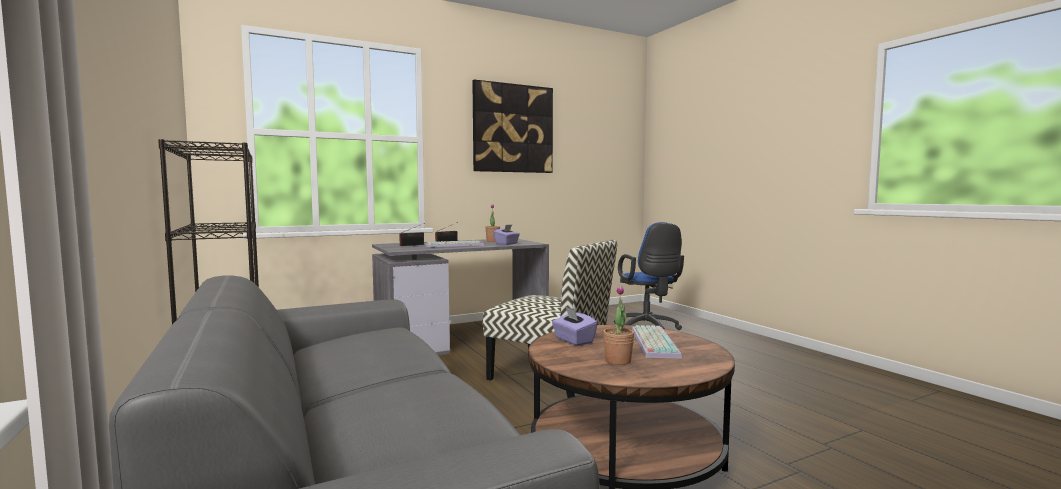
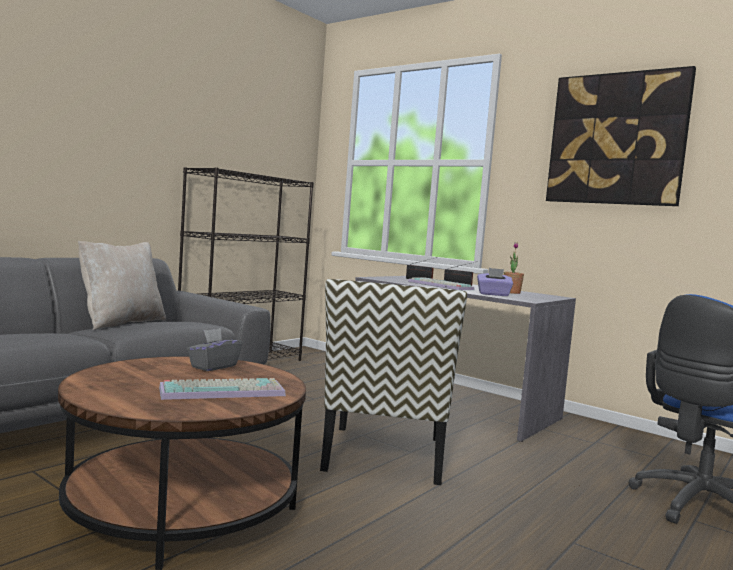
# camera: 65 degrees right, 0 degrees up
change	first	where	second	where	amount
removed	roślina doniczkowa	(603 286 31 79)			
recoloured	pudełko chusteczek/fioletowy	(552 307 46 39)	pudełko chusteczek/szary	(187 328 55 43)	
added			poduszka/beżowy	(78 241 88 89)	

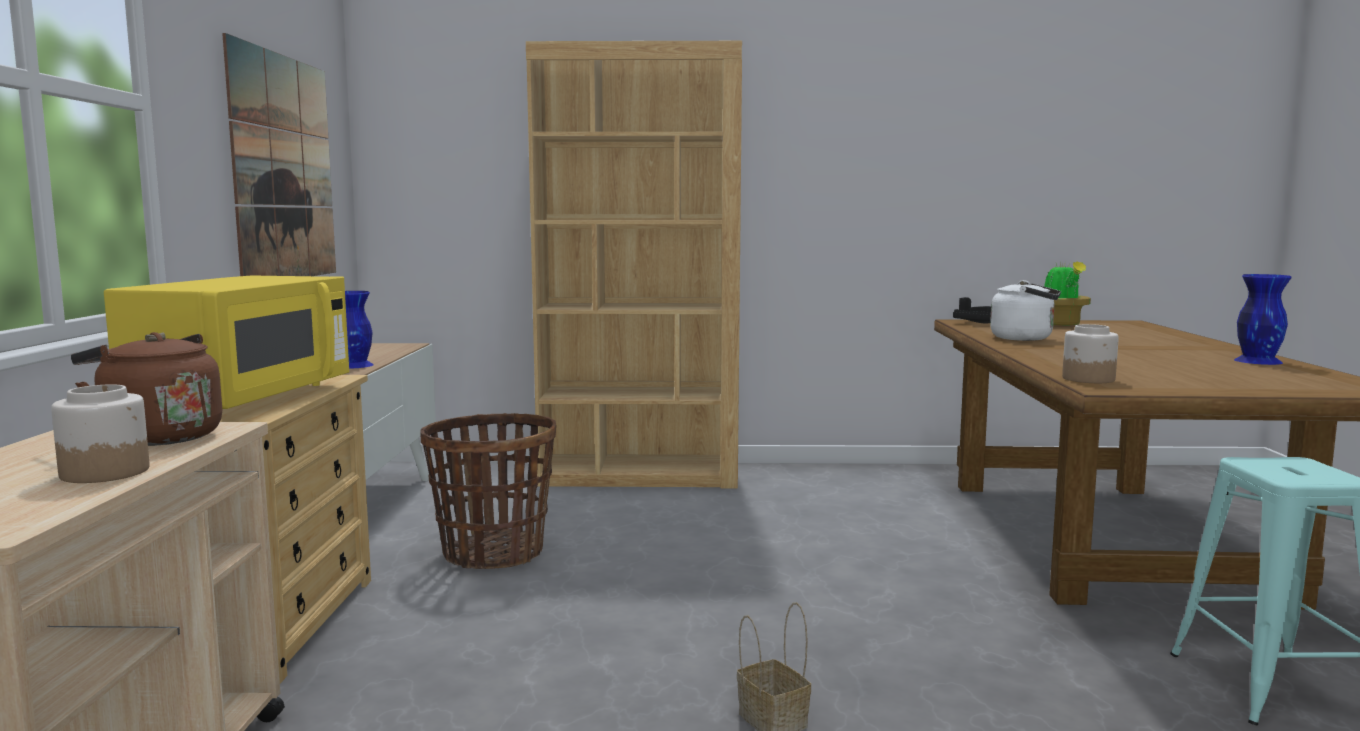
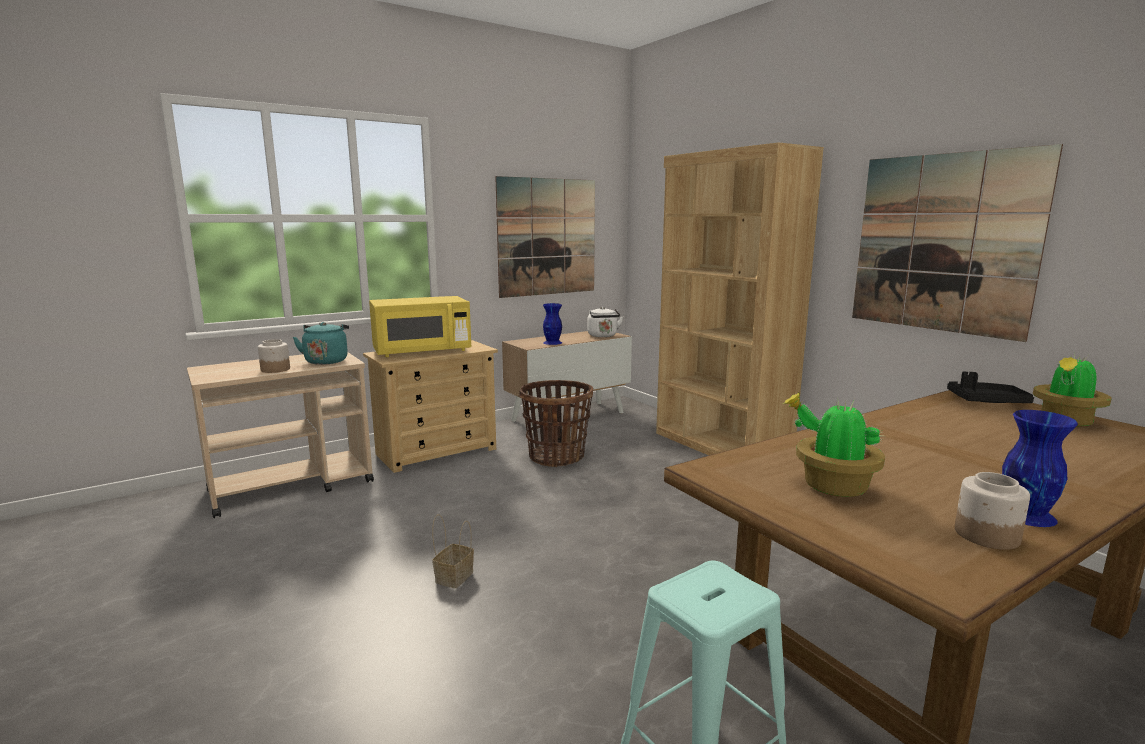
# camera: 55 degrees right, 5 degrees up
change	first	where	second	where	amount
moved	czajnik/biały	(990 280 71 61)		(587 307 36 30)	
moved	słoik	(1062 324 57 59)		(955 472 75 78)	
recoloured	czajnik/brązowy	(71 332 151 114)	czajnik/turkusowy	(293 322 56 43)	
added			obraz	(852 144 211 198)	
added			roślina doniczkowa	(782 392 103 105)	

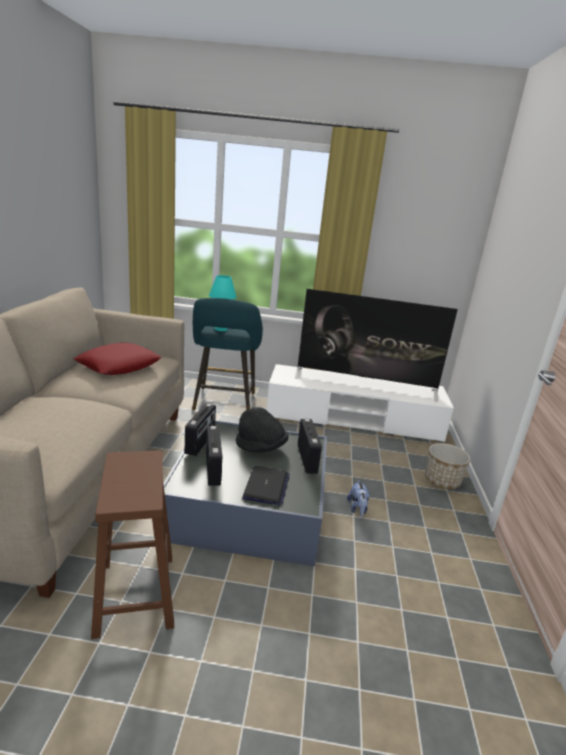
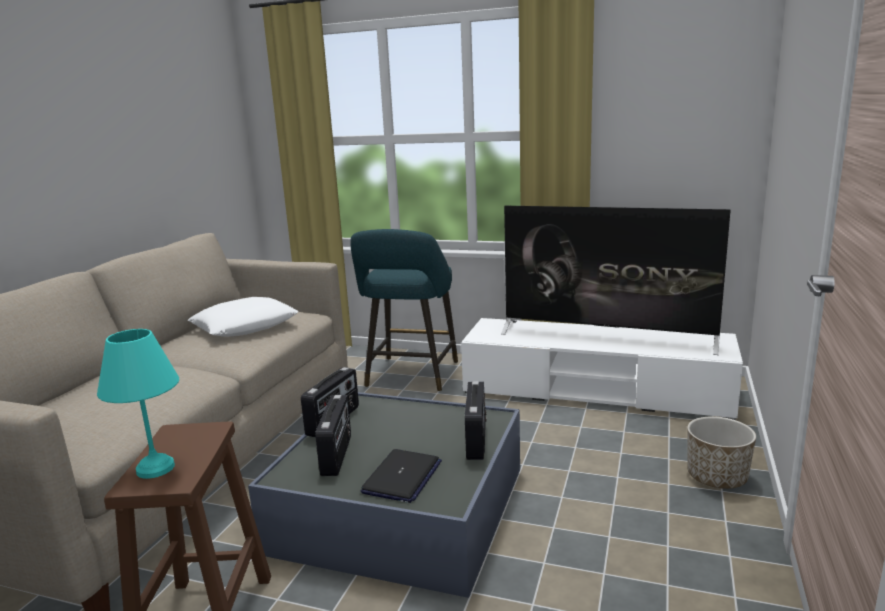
# camera: 15 degrees right, 5 degrees down
change	first	where	second	where	amount
moved	lampa stołowa/turkusowy	(209 275 28 56)		(97 329 82 150)	
recoloured	poduszka/czerwony	(74 343 88 32)	poduszka/biały	(188 297 110 40)	
removed	kapelusz/czarny	(236 407 52 46)			
removed	pluszak	(347 480 23 37)			

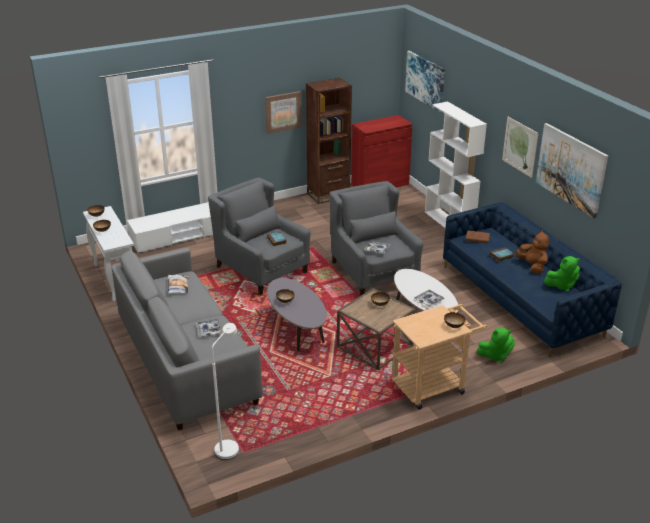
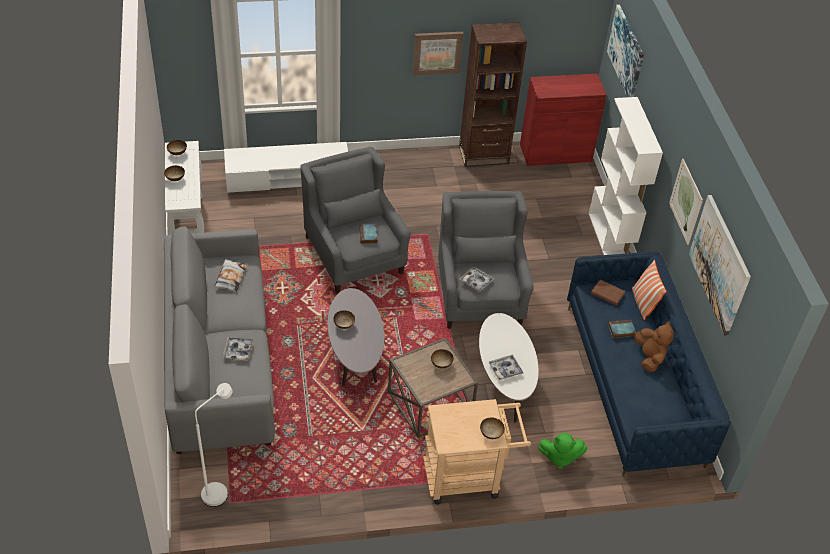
# camera: 15 degrees right, 15 degrees up
change	first	where	second	where	amount
removed	pluszak/zielony	(544 256 36 36)			
added			poduszka	(632 260 35 60)	

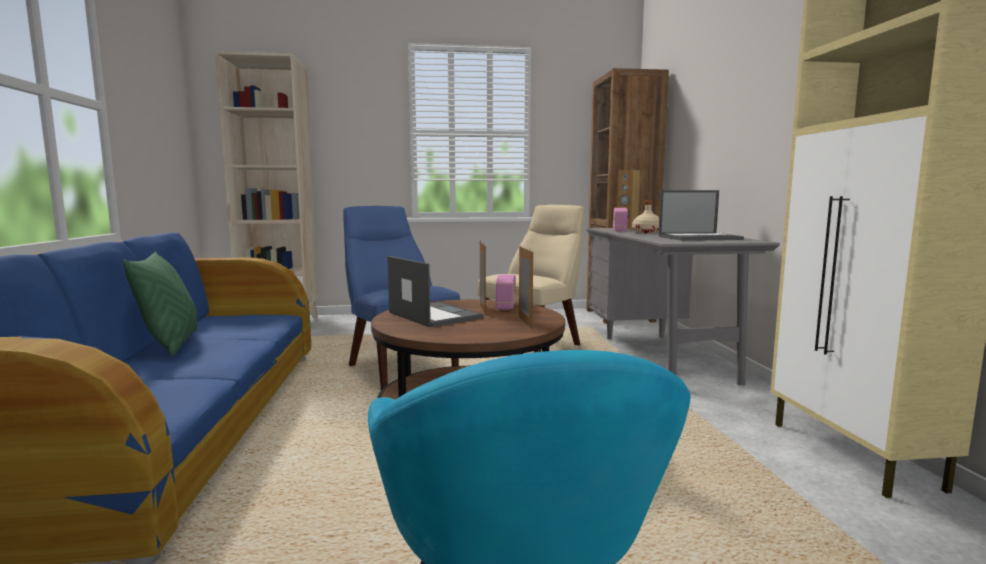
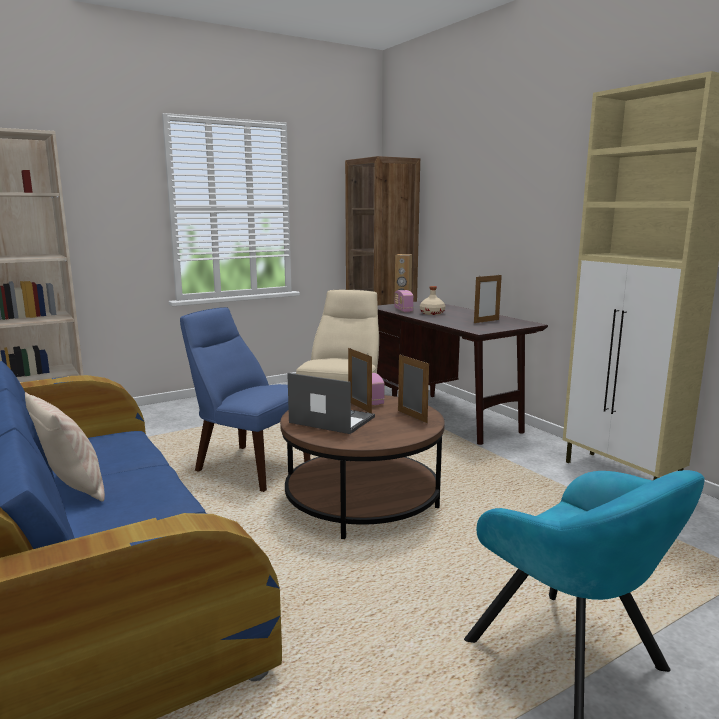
# camera: 25 degrees left, 5 degrees up
change	first	where	second	where	amount
replaced	laptop	(658 190 86 51)	ramka na zdjęcie	(474 275 28 48)	
recoloured	biurko/szary	(587 228 193 157)	biurko/brązowy	(377 301 171 144)	
recoloured	poduszka/zielony	(123 251 75 106)	poduszka/beżowy	(25 392 80 109)	

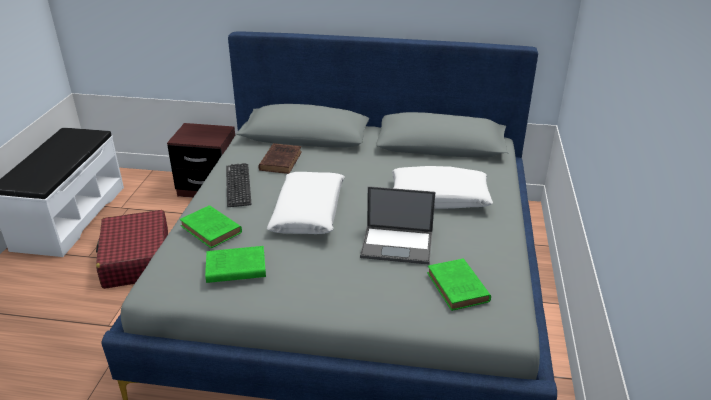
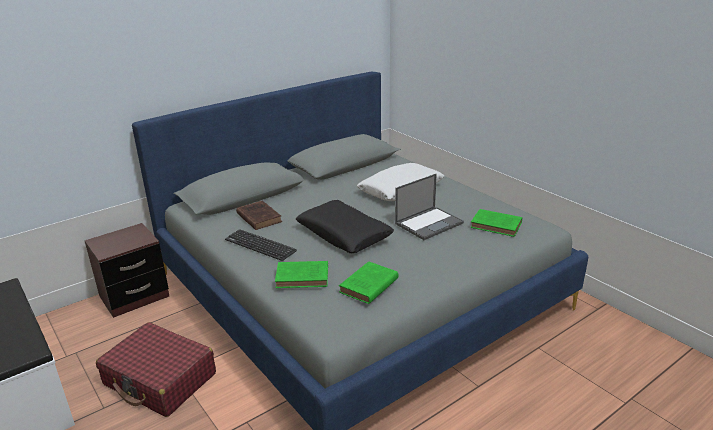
# camera: 45 degrees left, 5 degrees down
change	first	where	second	where	amount
recoloured	poduszka/biały	(266 172 78 62)	poduszka/czarny	(296 200 98 53)	

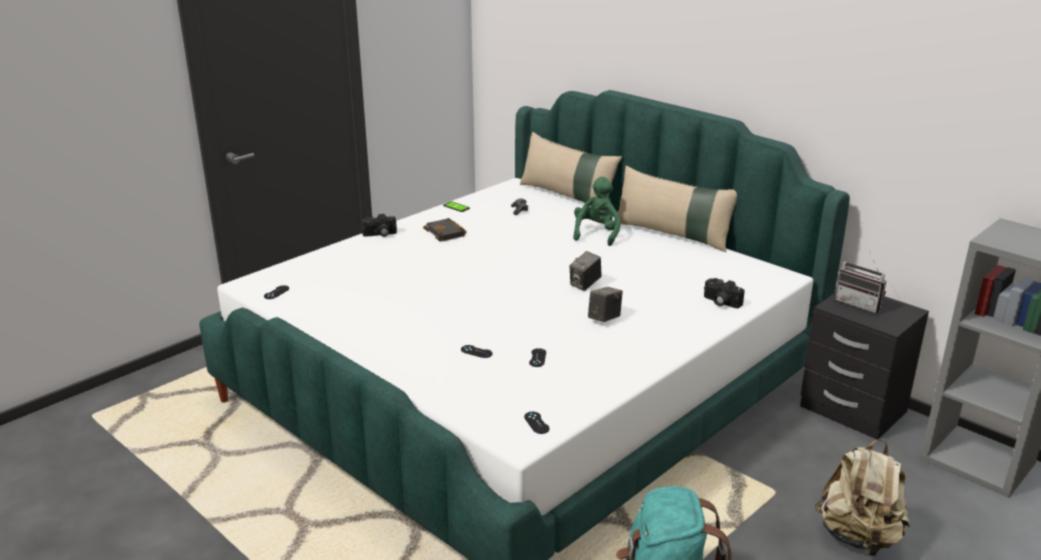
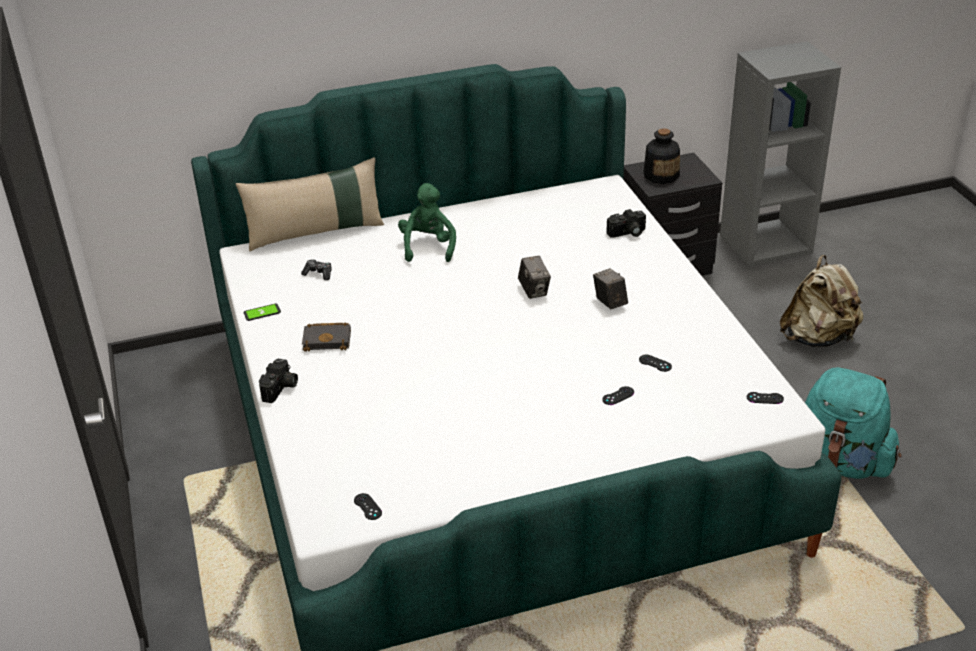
# camera: 60 degrees left, 10 degrees up
change	first	where	second	where	amount
removed	poduszka/beżowy	(618 166 119 86)			
turned	pluszak/zielony	(573 177 48 69)		(398 183 58 79)	45 degrees clockwise
replaced	radio	(835 251 51 63)	butelka	(643 128 37 56)	

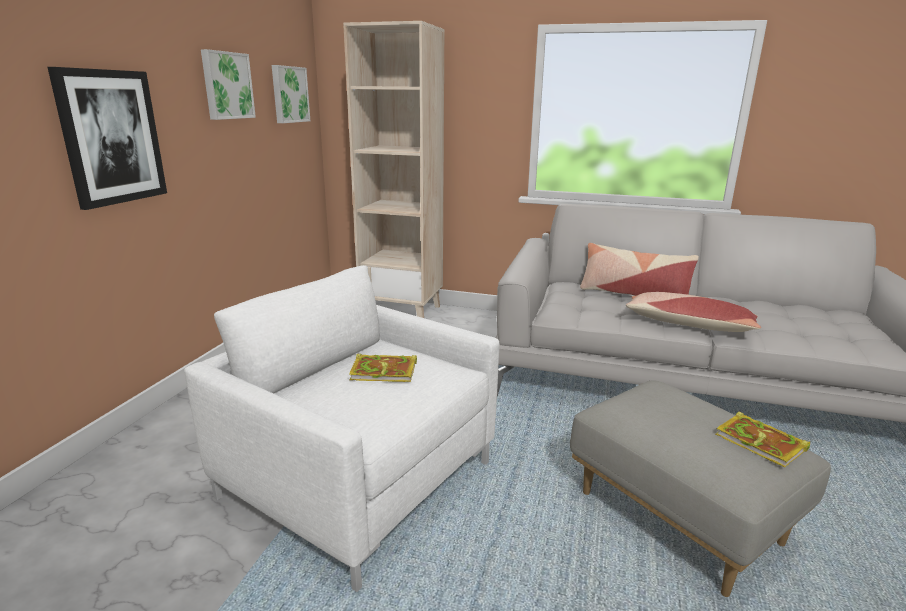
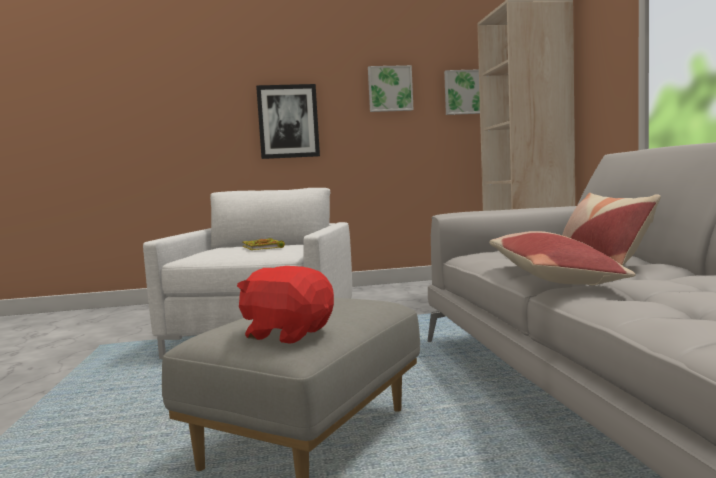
# camera: 65 degrees right, 15 degrees down
change	first	where	second	where	amount
replaced	książka	(716 412 94 55)	pluszak/czerwony	(237 266 97 78)	

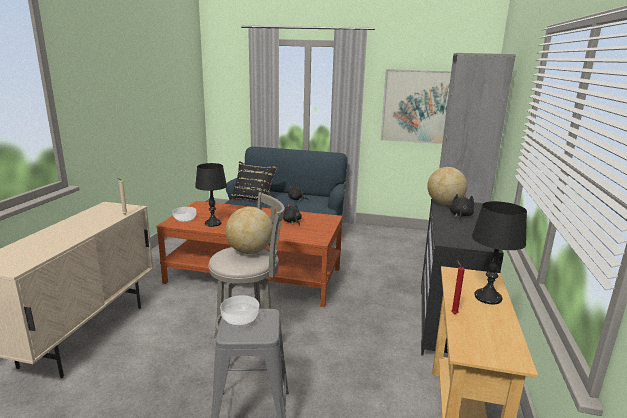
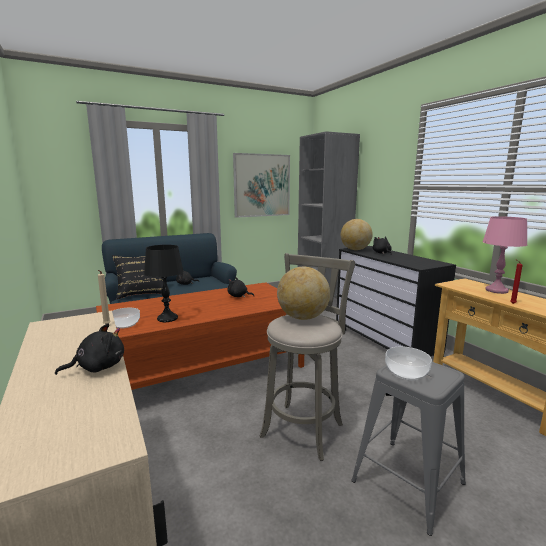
# camera: 40 degrees left, 5 degrees down
change	first	where	second	where	amount
recoloured	lampa stołowa/czarny	(472 201 55 103)	lampa stołowa/różowy	(482 216 45 78)	
added			pluszak/czarny	(55 324 69 51)	

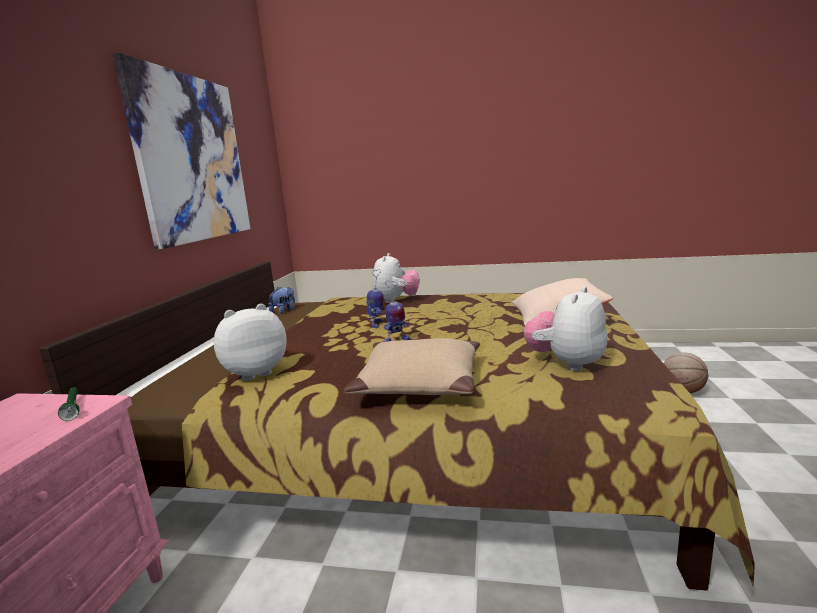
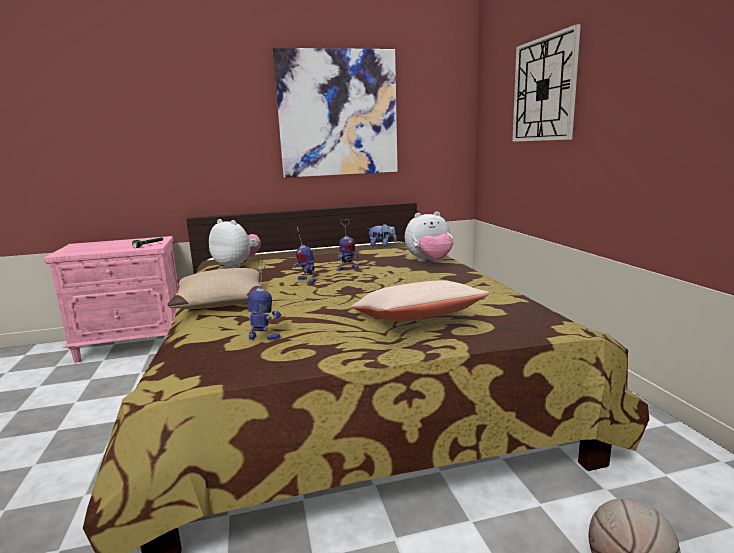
# camera: 65 degrees right, 0 degrees up
change	first	where	second	where	amount
replaced	pluszak	(524 286 83 85)	robot zabawkowy	(247 260 34 81)	
added			zegar ścienny	(512 24 69 118)	

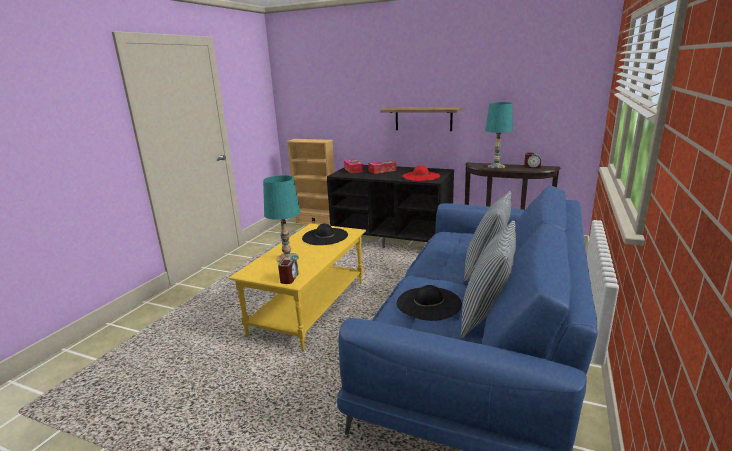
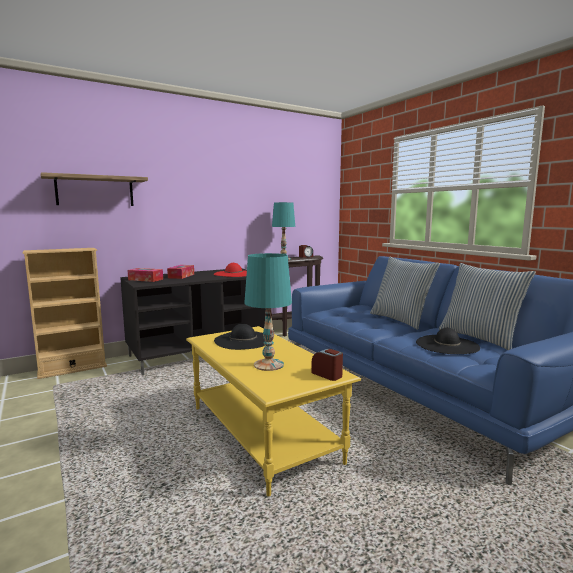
# camera: 55 degrees left, 10 degrees down
change	first	where	second	where	amount
moved	półka	(380 107 82 24)		(41 172 107 34)	

